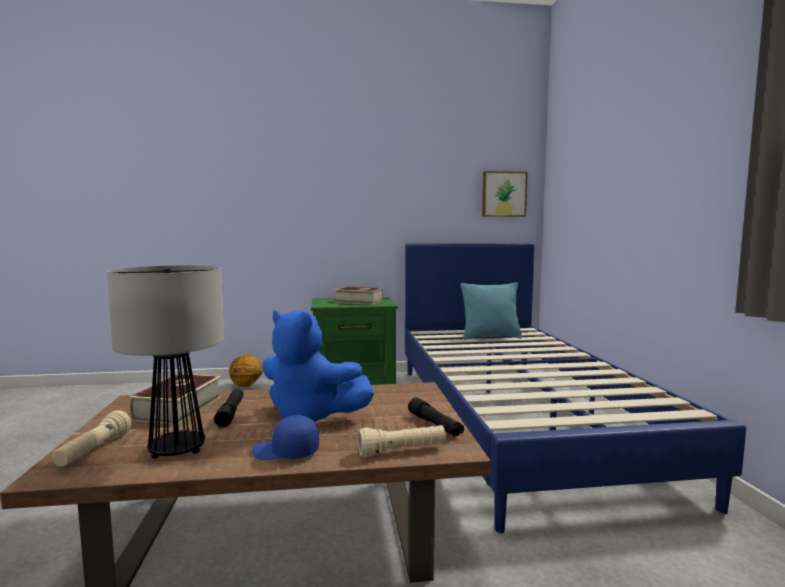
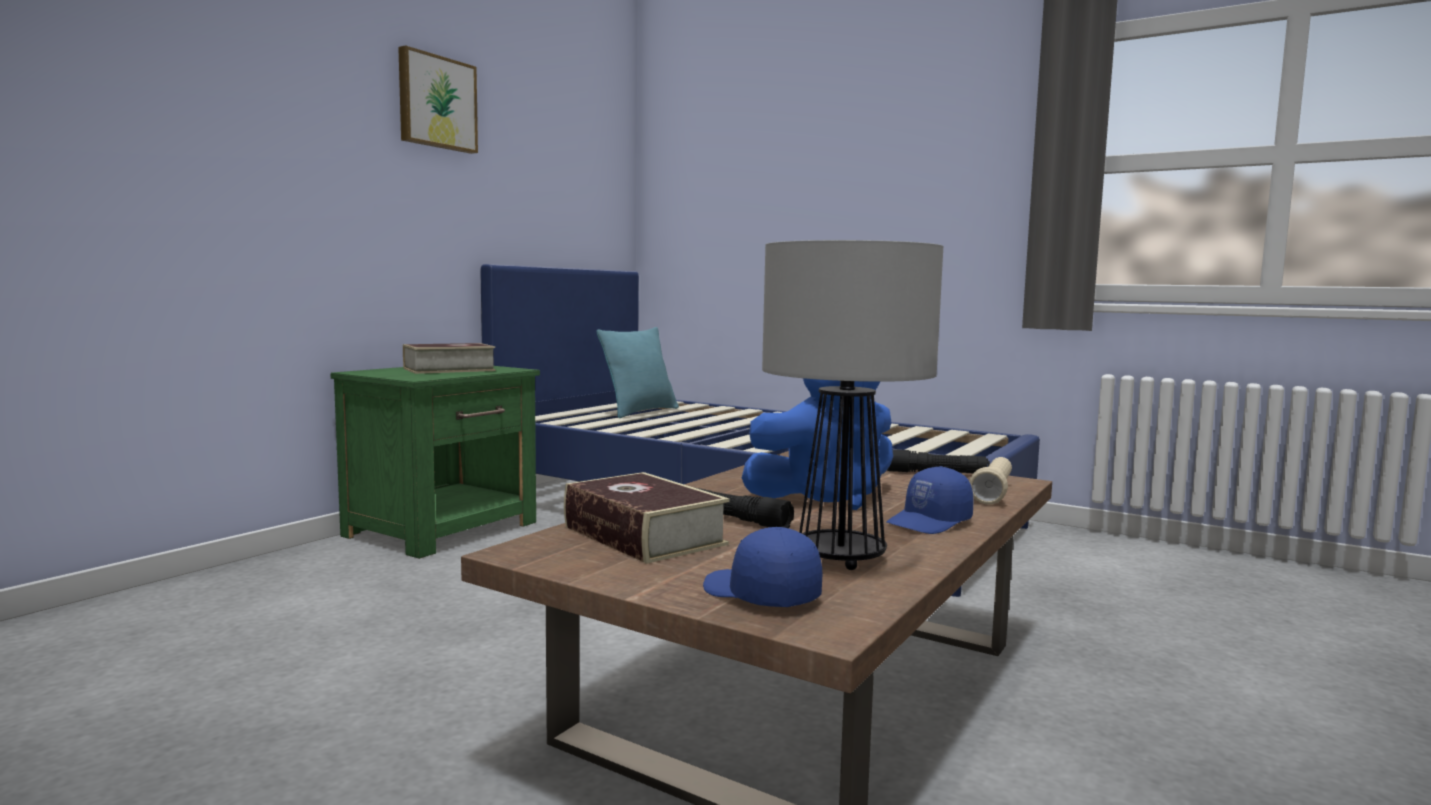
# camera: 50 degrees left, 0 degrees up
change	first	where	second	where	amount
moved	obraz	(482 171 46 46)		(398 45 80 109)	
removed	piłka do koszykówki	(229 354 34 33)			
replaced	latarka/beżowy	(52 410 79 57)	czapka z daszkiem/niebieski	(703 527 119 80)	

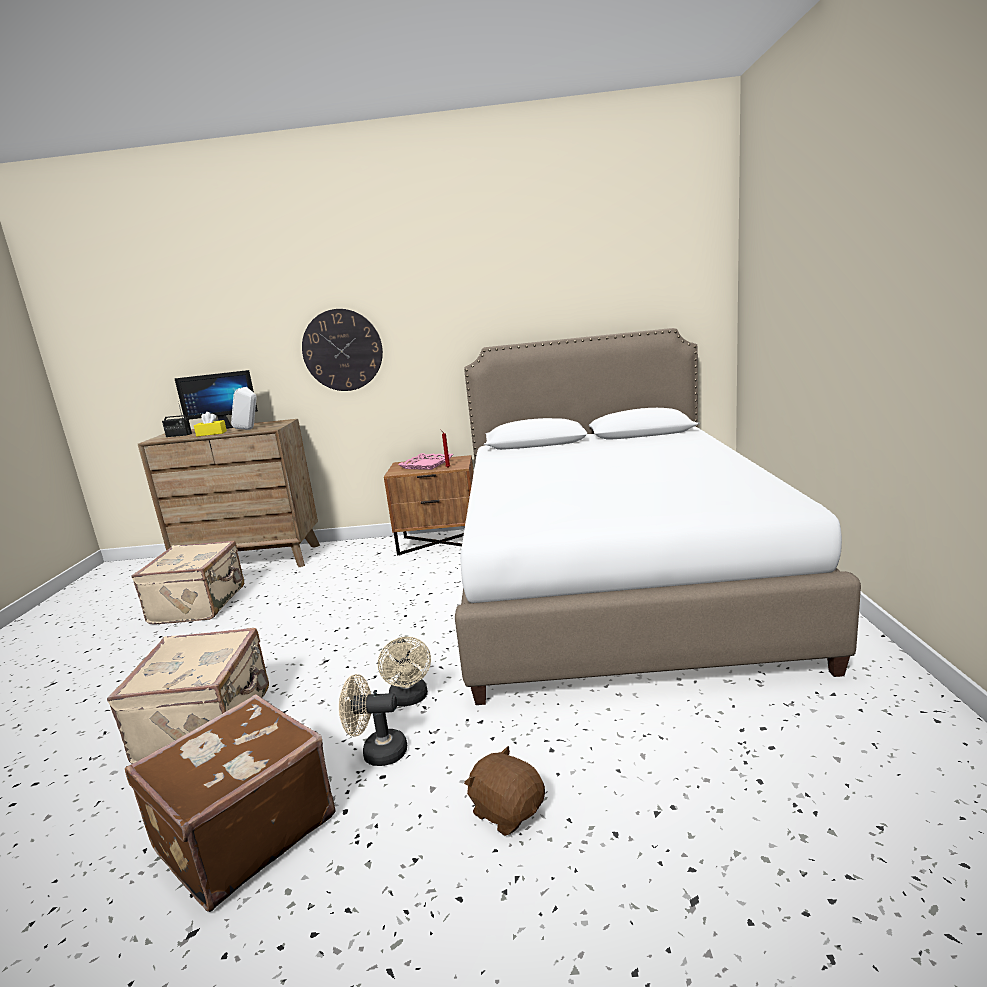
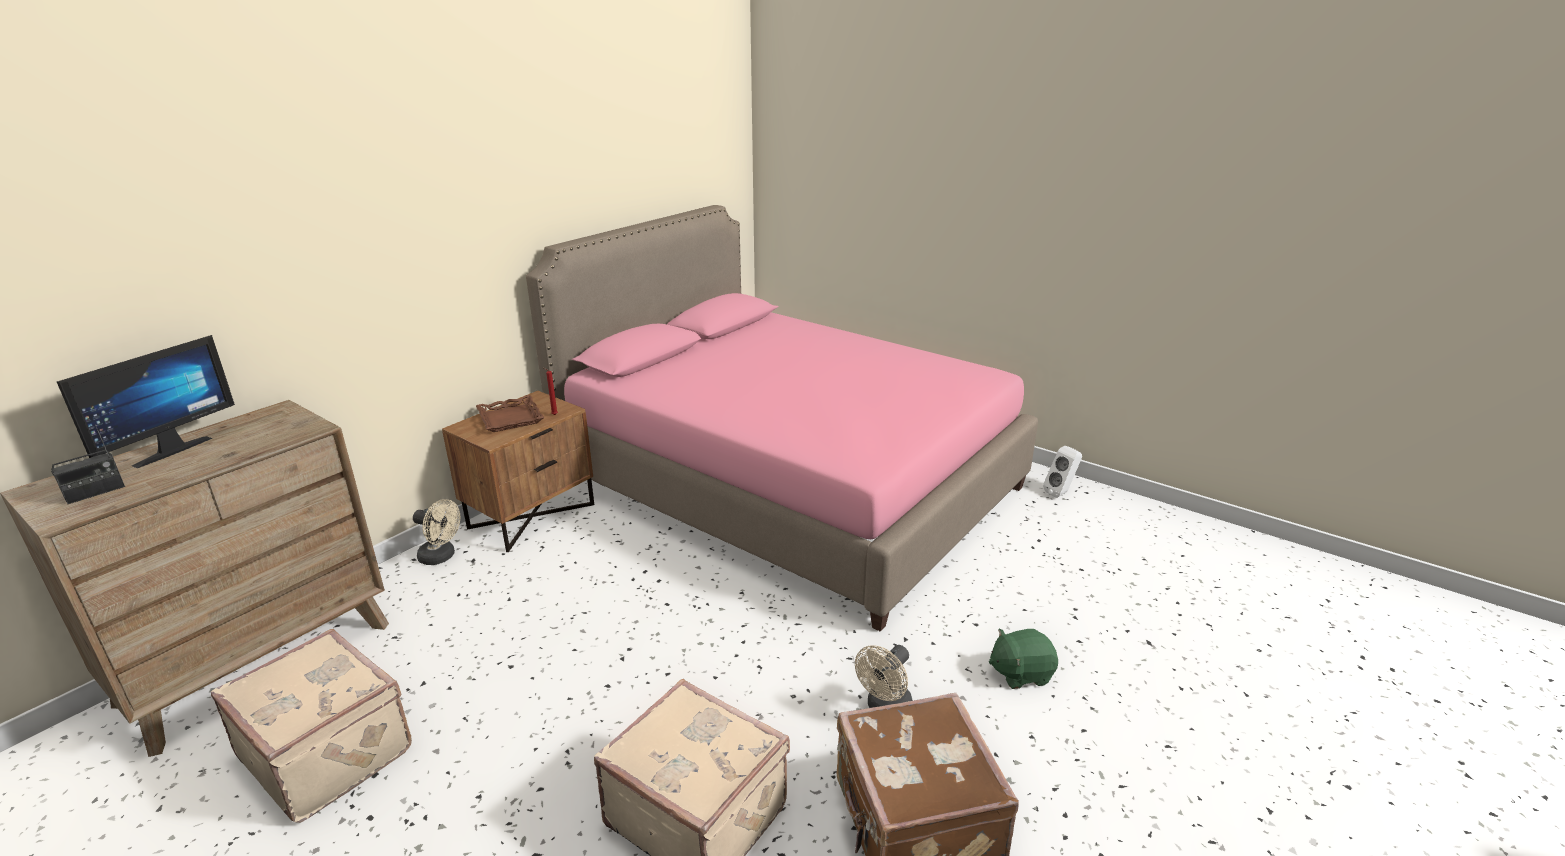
# camera: 55 degrees left, 10 degrees up
change	first	where	second	where	amount
removed	zegar ścienny	(302 309 81 82)			
recoloured	łóżko/biały	(455 328 406 377)	łóżko/różowy	(526 205 512 427)	
moved	głośnik/biały	(231 387 26 43)		(1043 446 39 52)	
removed	pudełko chusteczek/żółty	(194 412 33 25)			
recoloured	taca/różowy	(398 453 56 17)	taca/brązowy	(476 395 68 37)	
moved	wentylator/beżowy	(378 637 53 70)		(413 499 47 66)	
recoloured	pluszak/brązowy	(464 746 81 90)	pluszak/zielony	(989 629 69 60)	

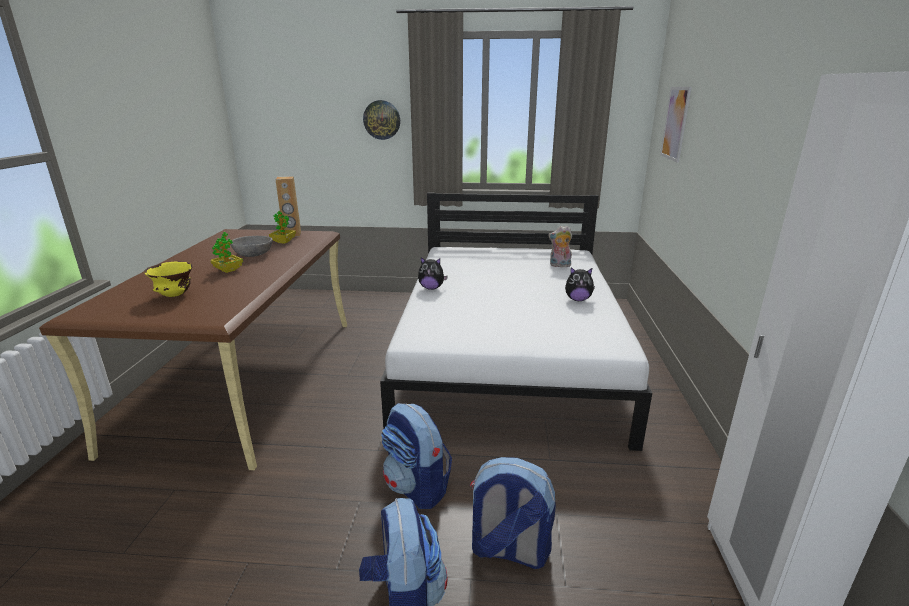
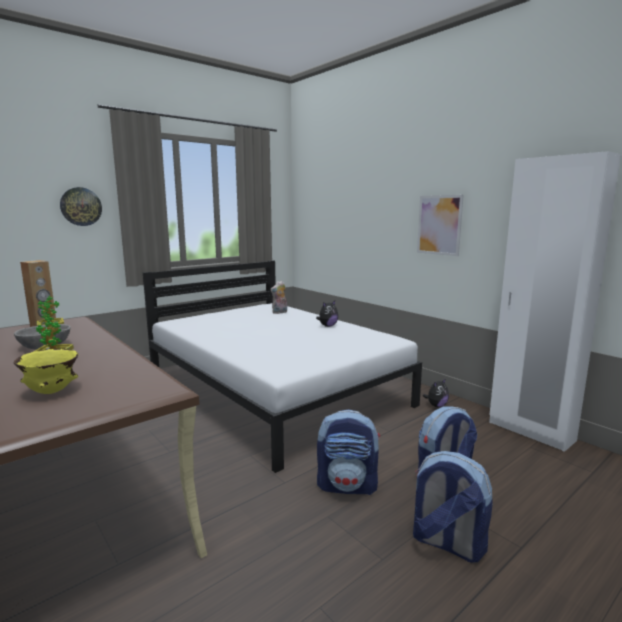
# camera: 45 degrees left, 10 degrees down
change	first	where	second	where	amount
moved	obraz	(660 87 32 76)		(417 195 47 61)	
moved	pluszak	(418 257 30 33)		(423 378 26 29)	

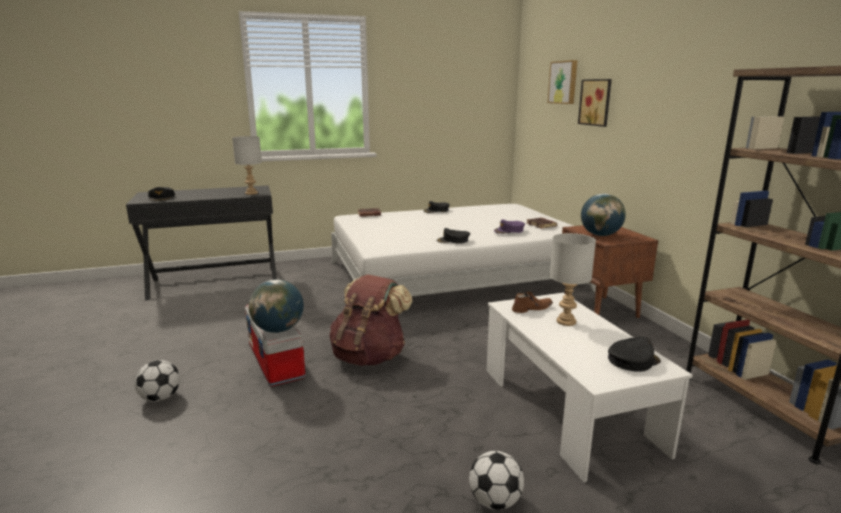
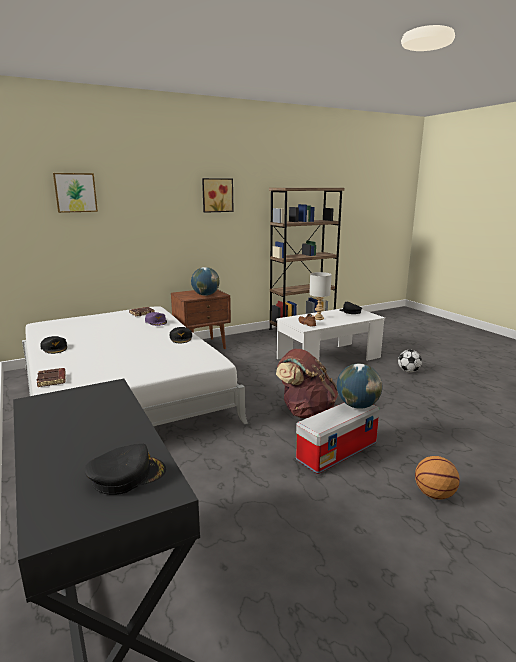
# camera: 100 degrees left, 0 degrees up
change	first	where	second	where	amount
moved	obraz	(578 79 34 48)		(202 178 32 35)	
removed	lampa stołowa/szary	(232 136 30 59)			
replaced	piłka futbolowa	(135 360 45 42)	piłka do koszykówki	(415 456 45 44)	

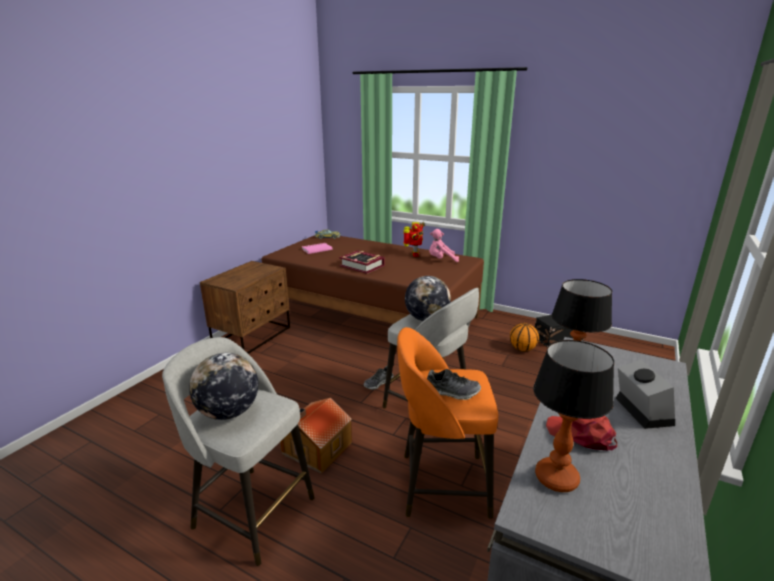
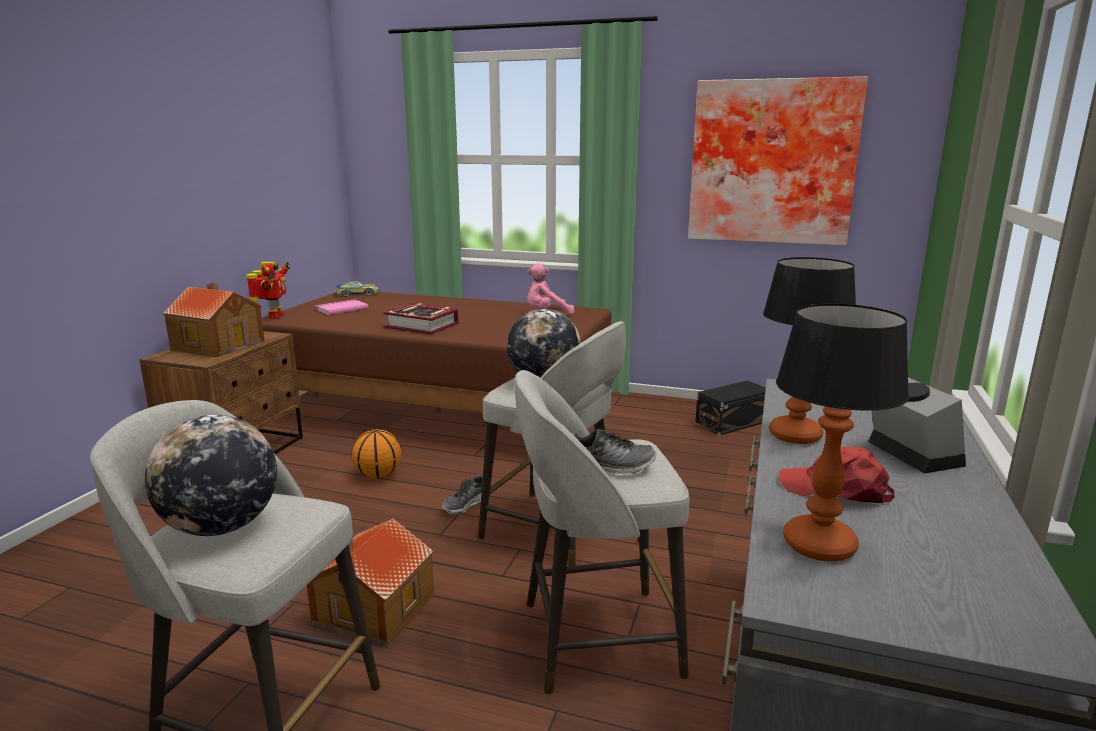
# camera: 10 degrees left, 5 degrees down
change	first	where	second	where	amount
moved	robot zabawkowy	(403 222 22 35)		(246 262 44 57)	
moved	piłka do koszykówki	(510 323 29 28)		(352 429 50 50)	
recoloured	stołek/pomarańczowy	(397 327 101 192)	stołek/szary	(515 370 174 325)	
added			obraz	(688 76 180 169)	
added			domek	(163 283 102 74)	

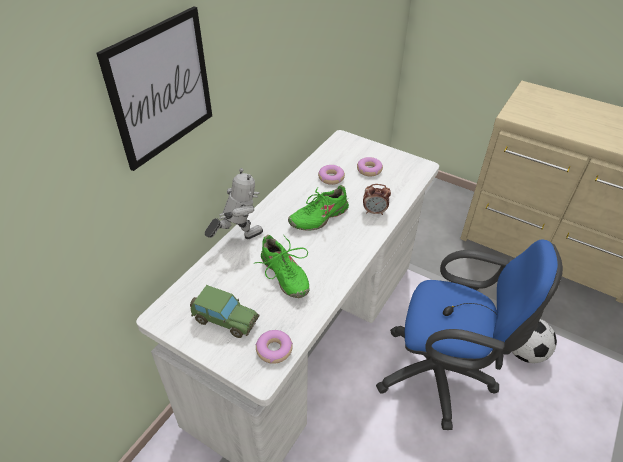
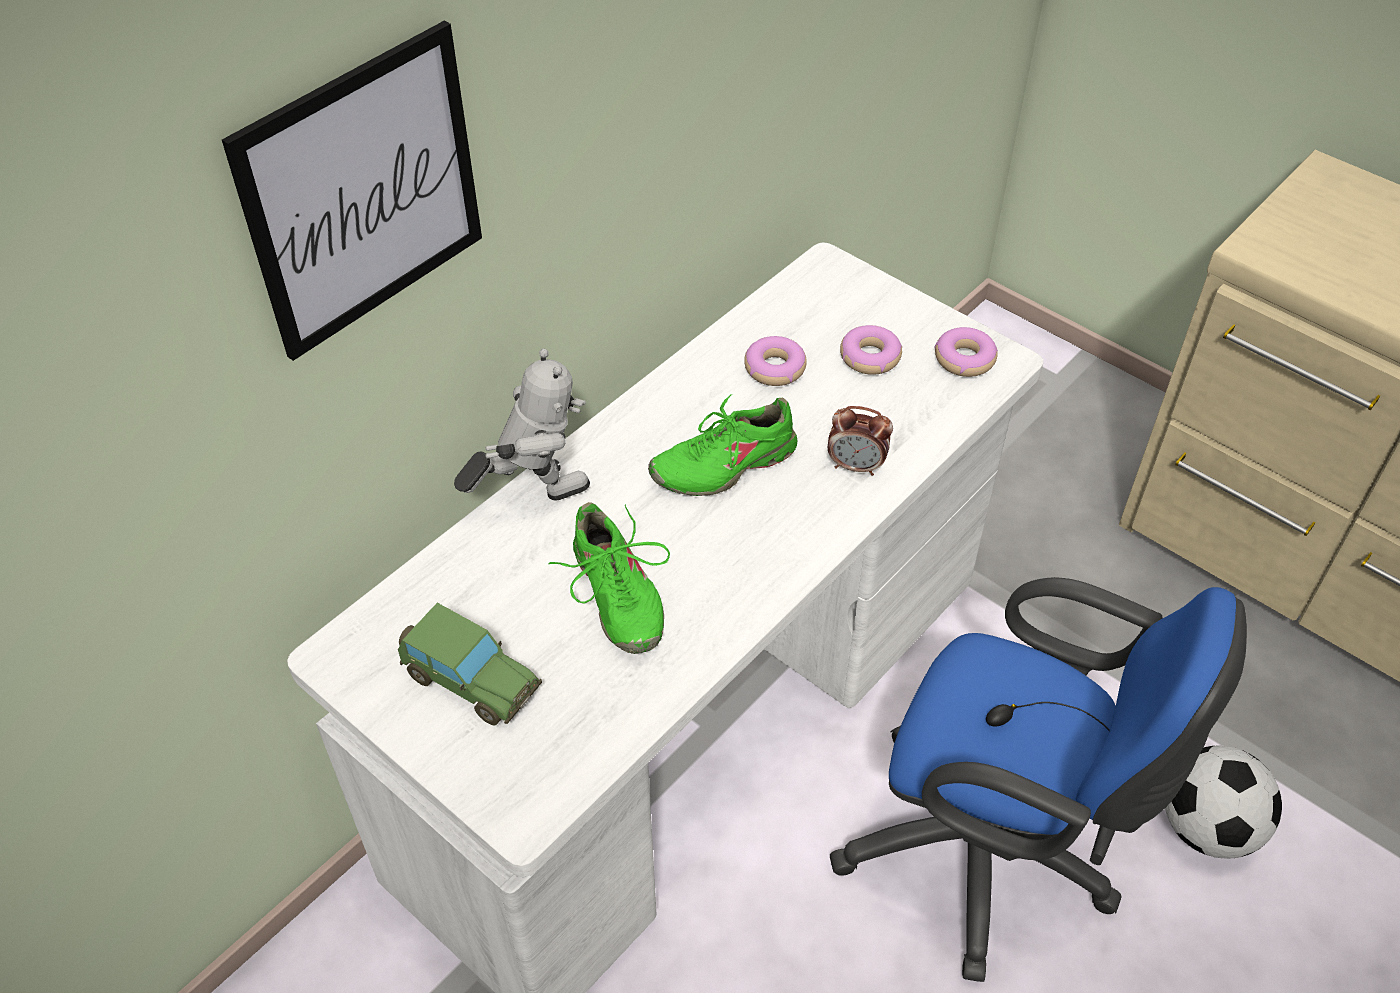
# camera: 10 degrees right, 5 degrees up
change	first	where	second	where	amount
moved	donut	(256 330 37 34)		(934 327 64 50)	

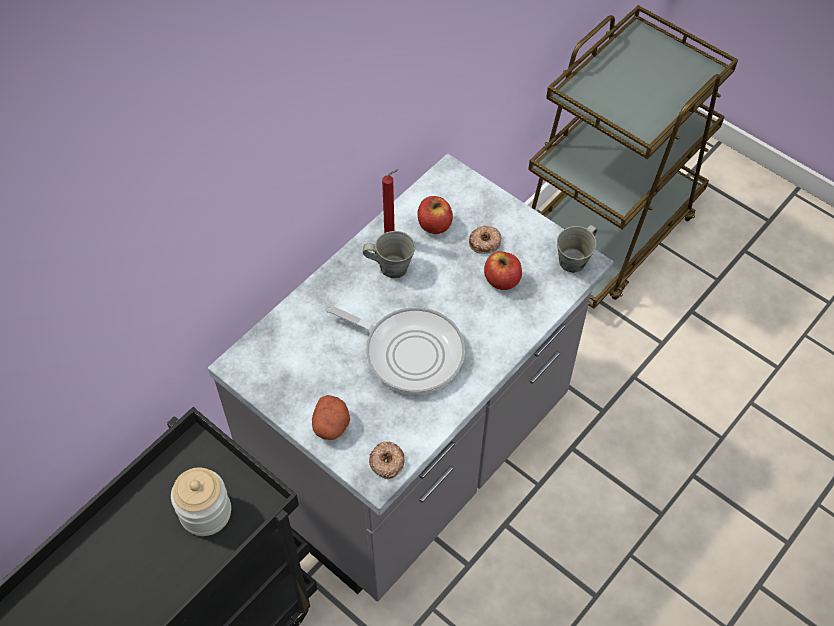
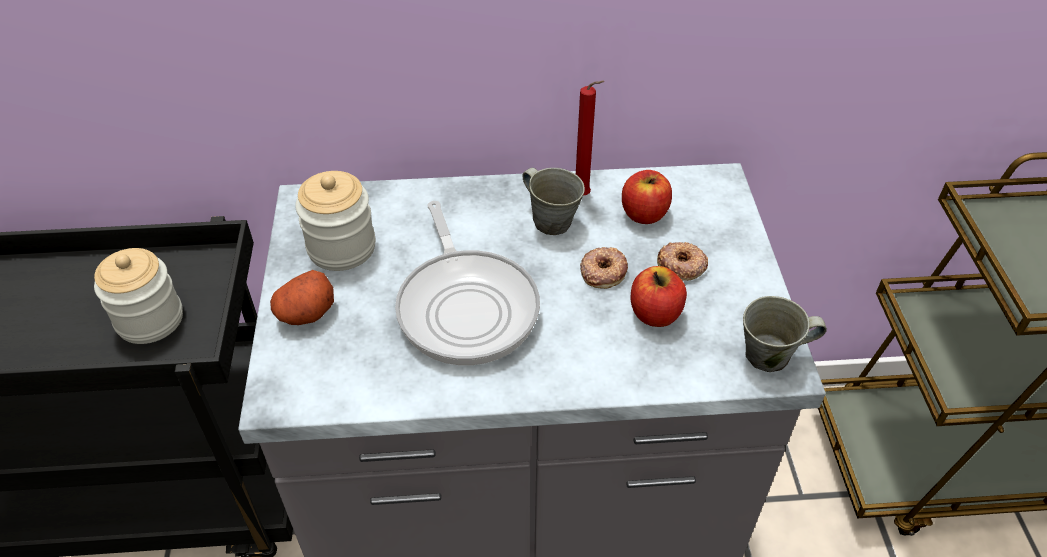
# camera: 45 degrees right, 10 degrees down
change	first	where	second	where	amount
moved	donut	(369 442 36 37)		(580 247 48 42)	
added			słoik	(295 171 81 100)	

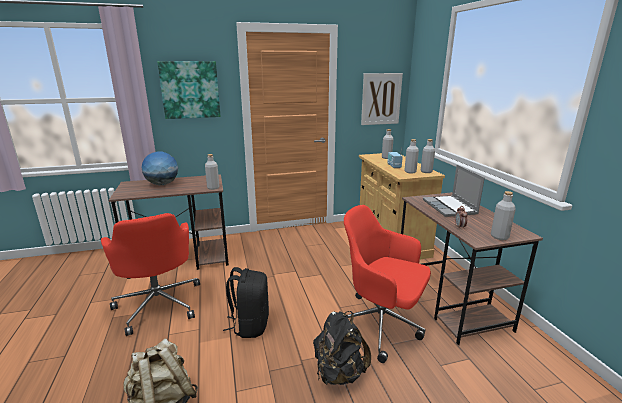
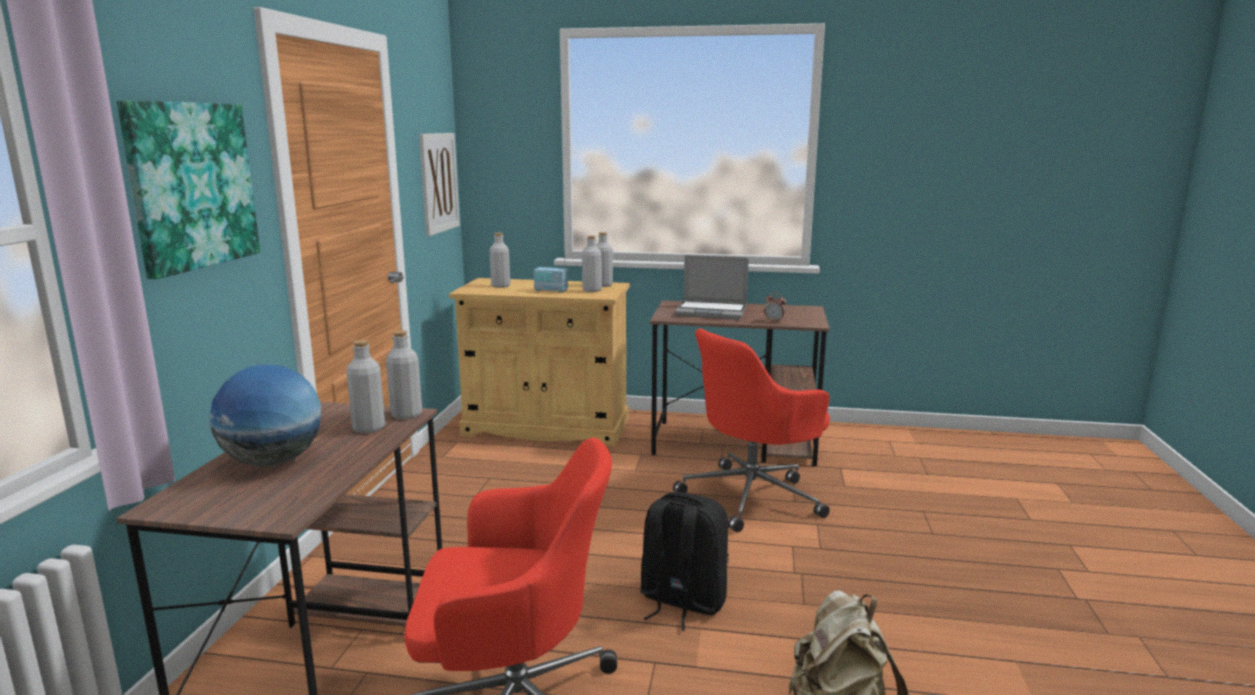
# camera: 65 degrees left, 5 degrees down
change	first	where	second	where	amount
moved	butelka/szary	(491 191 25 49)		(347 340 38 93)	
removed	plecak/czarny	(313 311 58 74)			

